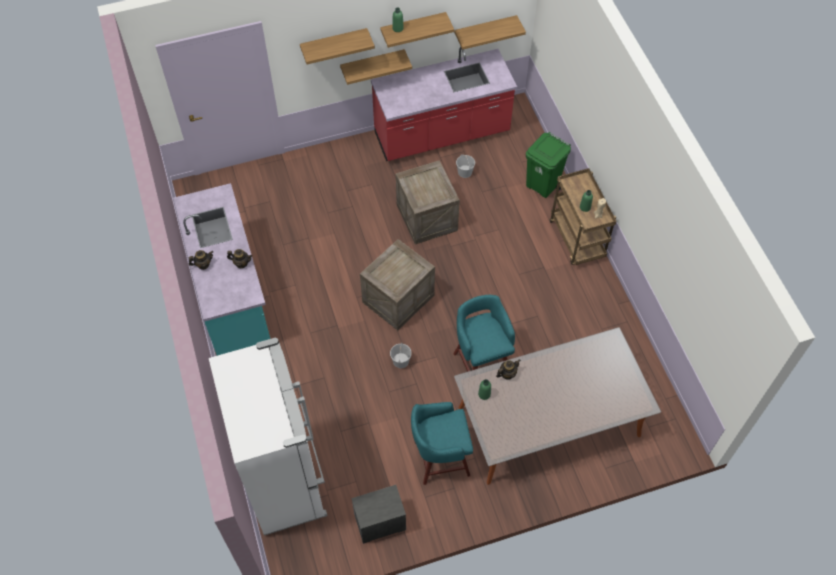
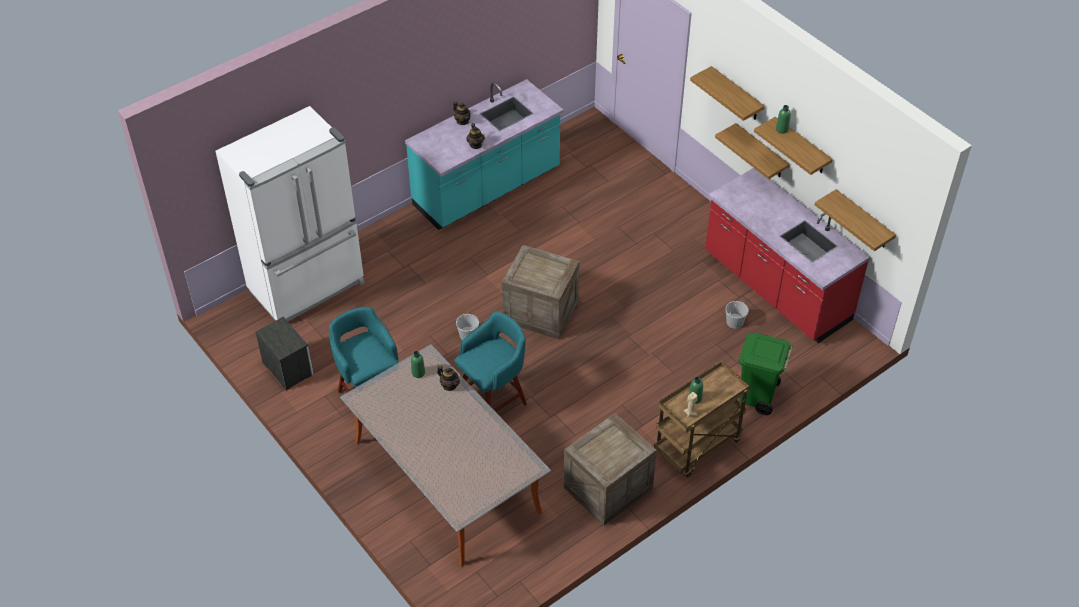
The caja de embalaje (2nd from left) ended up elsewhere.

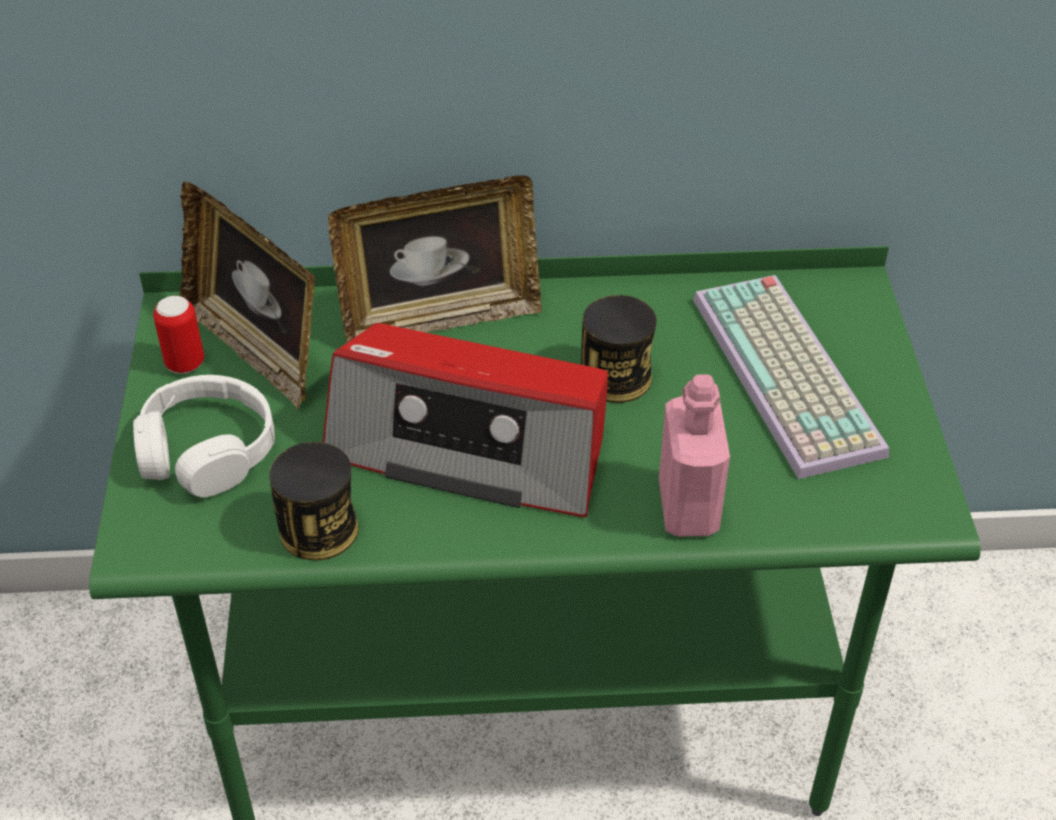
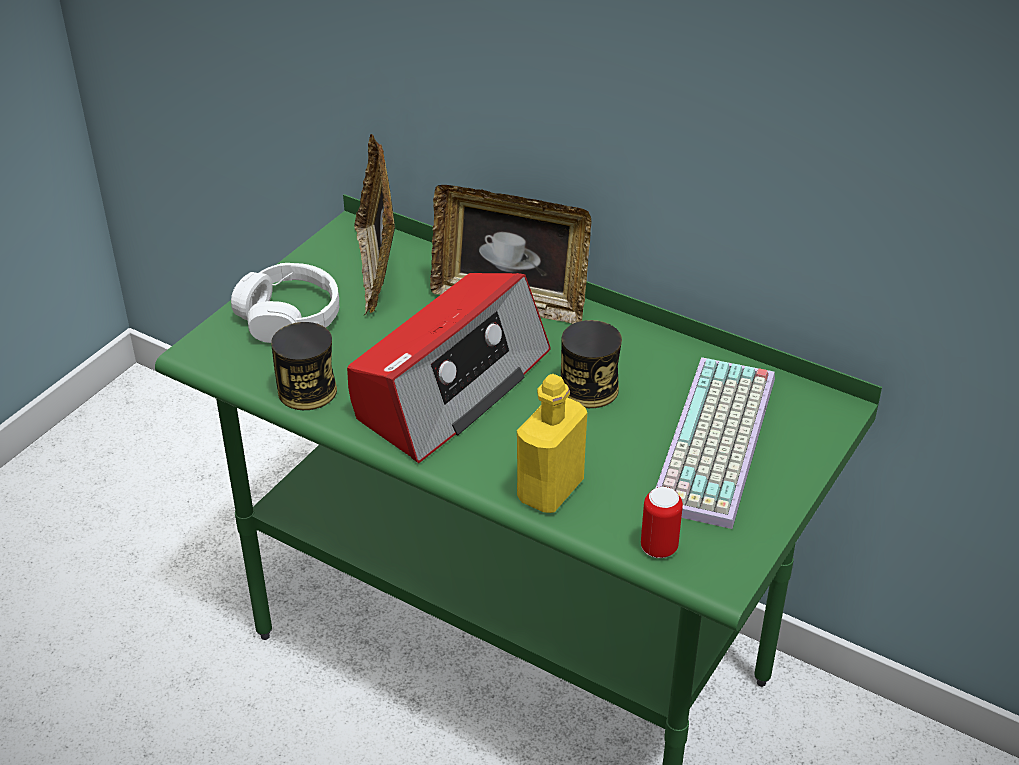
The lata (1st from left in the first image) ended up elsewhere. The radio ended up facing another way, 105 degrees counterclockwise from before. What was the botella [rosa] turned into the botella [amarillo].

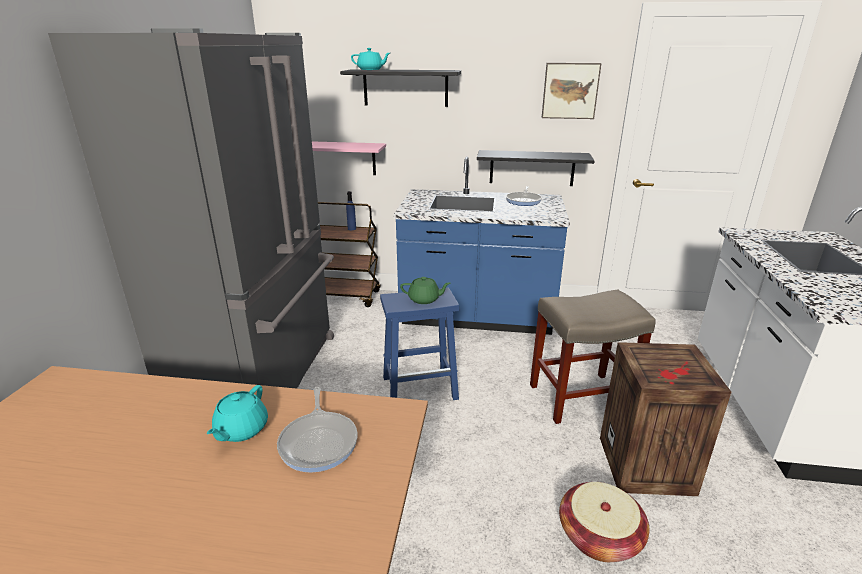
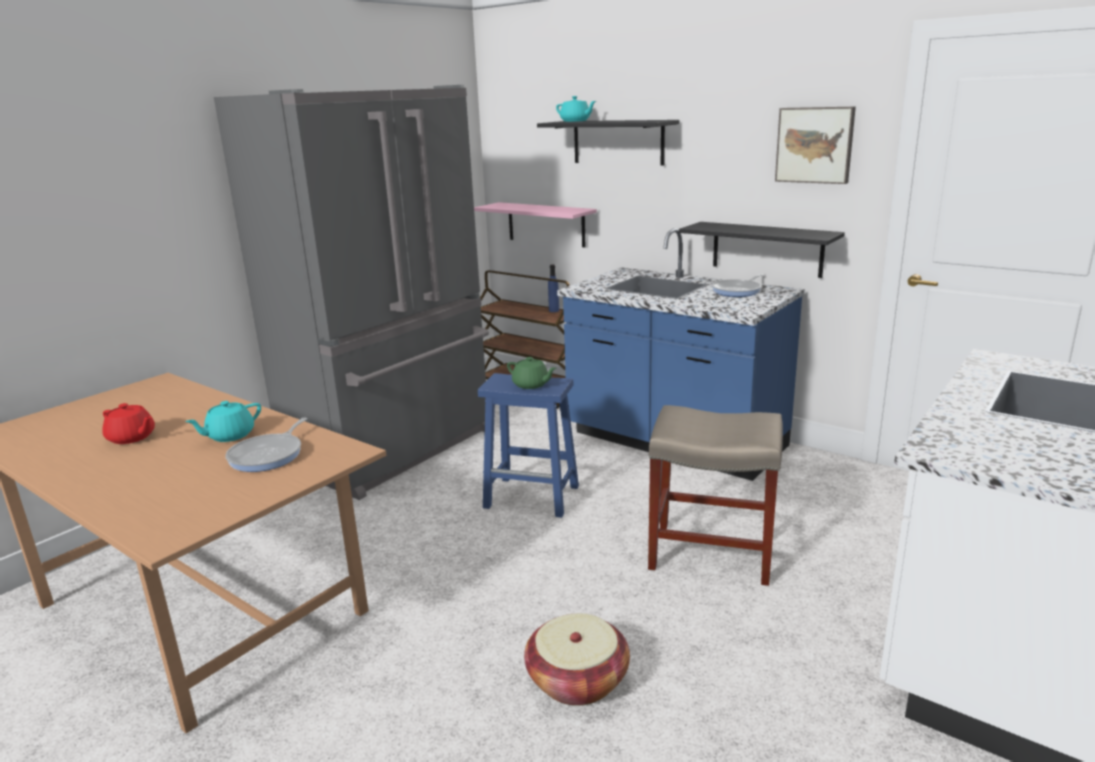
The second view lost the caja de embalaje. The second view gained the tetera [rojo].

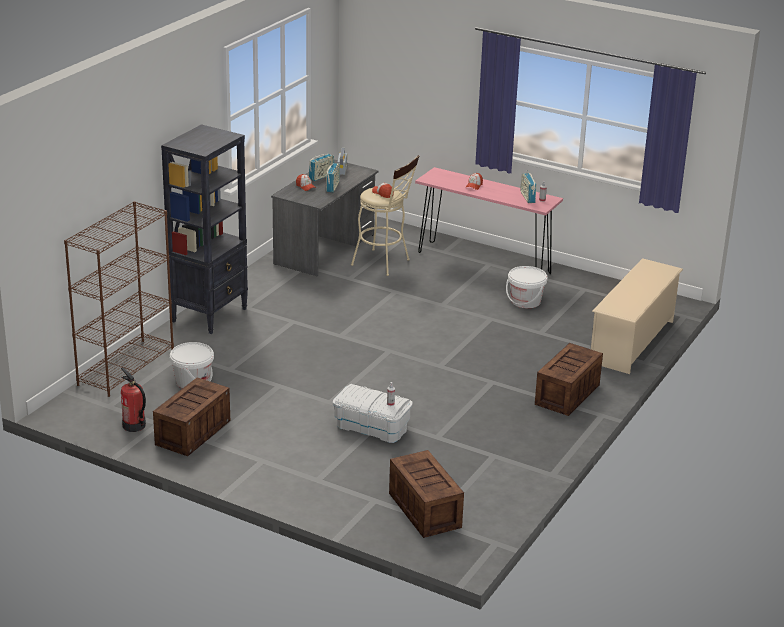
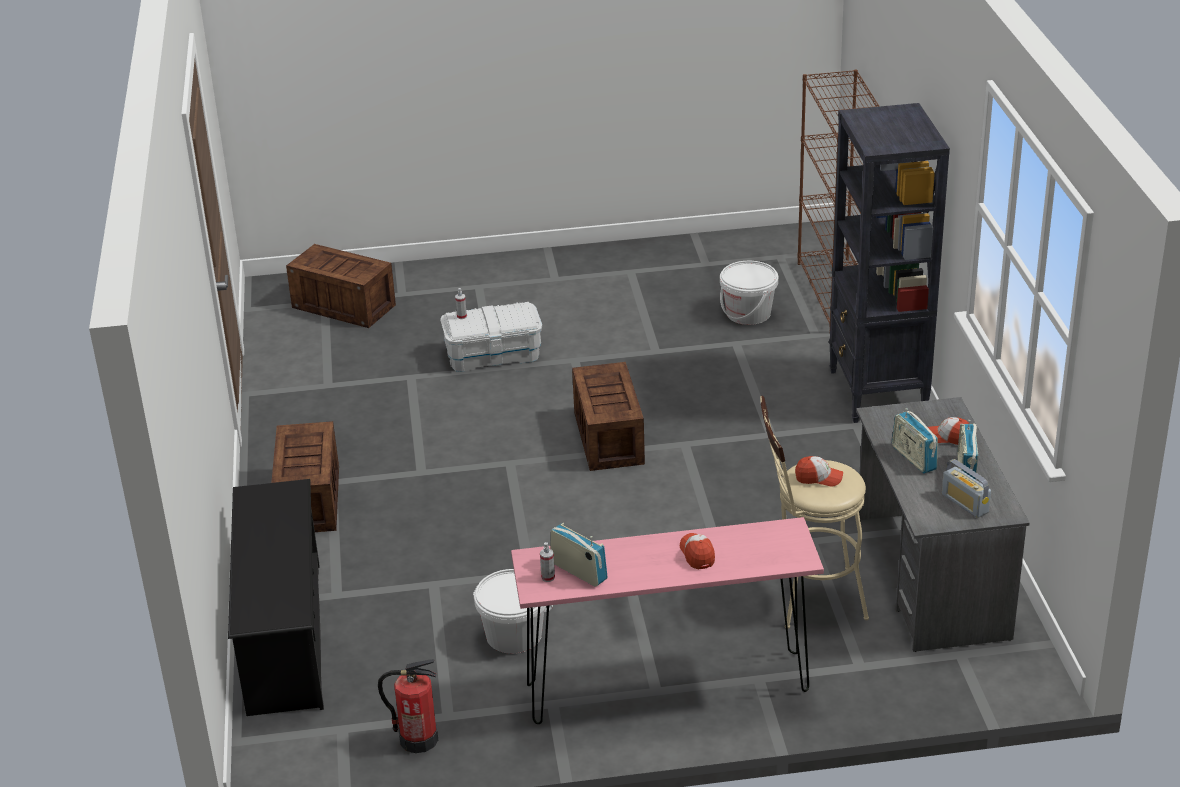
What was the zapatero [beis] turned into the zapatero [negro]. The extintor ended up elsewhere. The caja de embalaje (1st from left in the first image) ended up elsewhere.

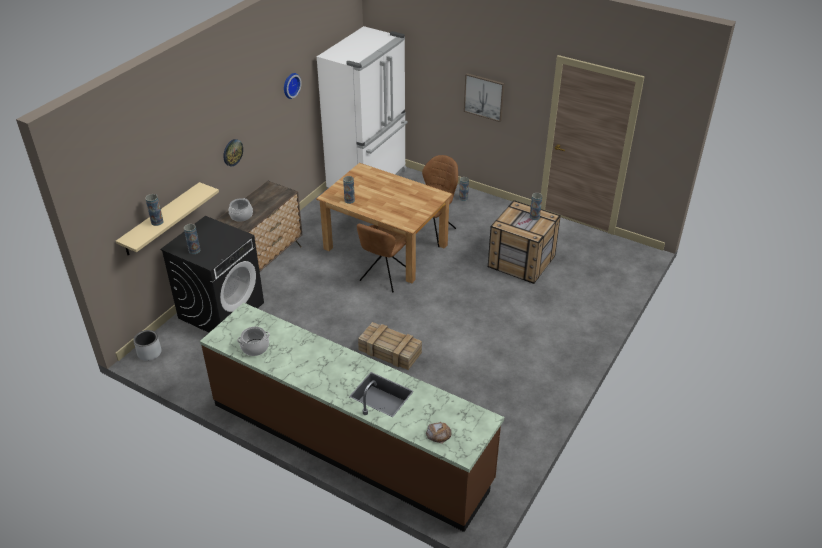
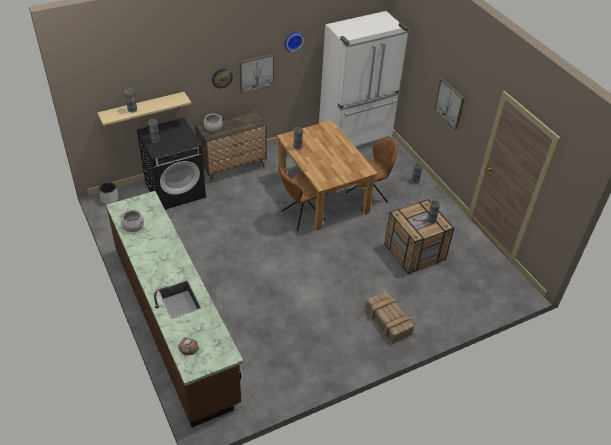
The caja de embalaje (1st from left) ended up elsewhere. The second view gained the cuadro (1st from left).

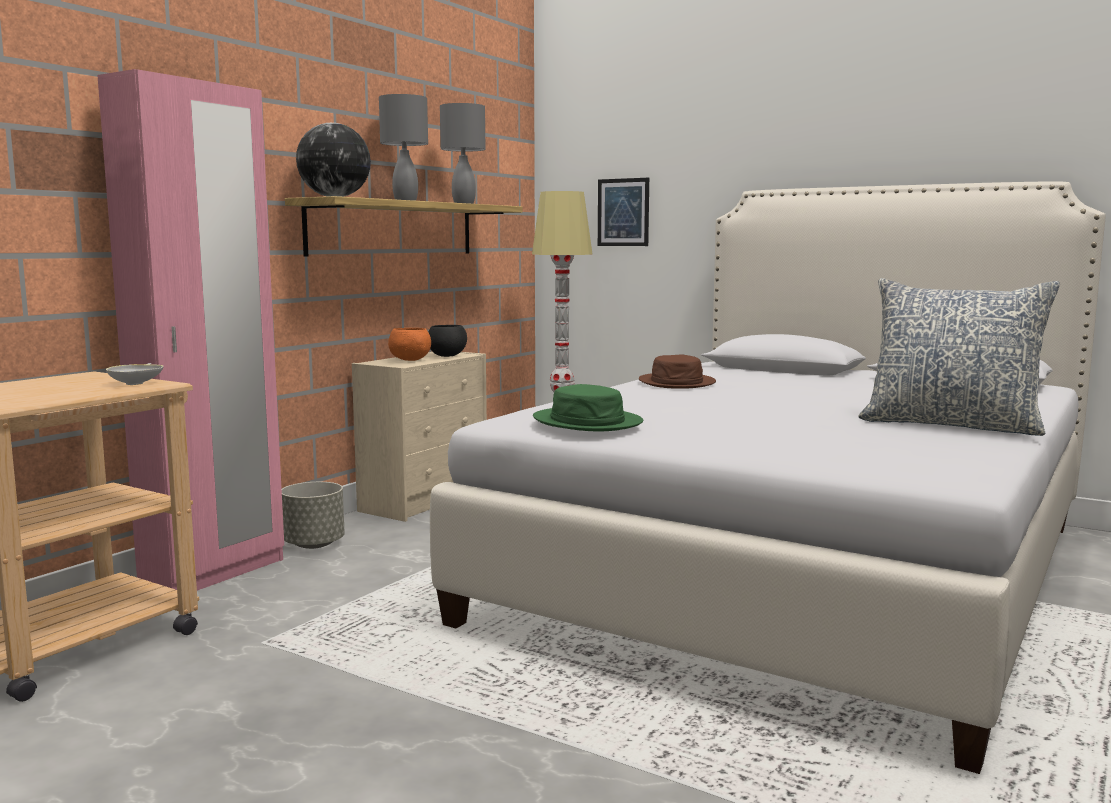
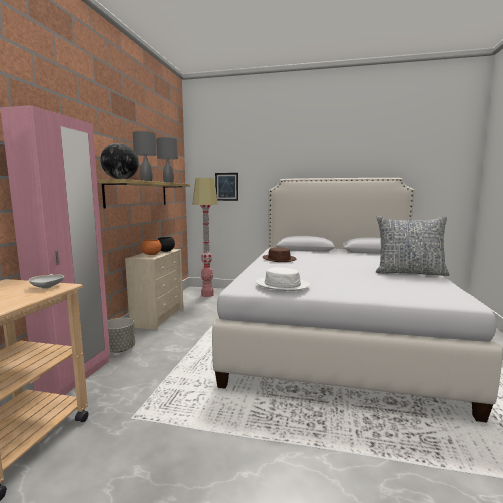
What was the sombrero [verde] turned into the sombrero [blanco].

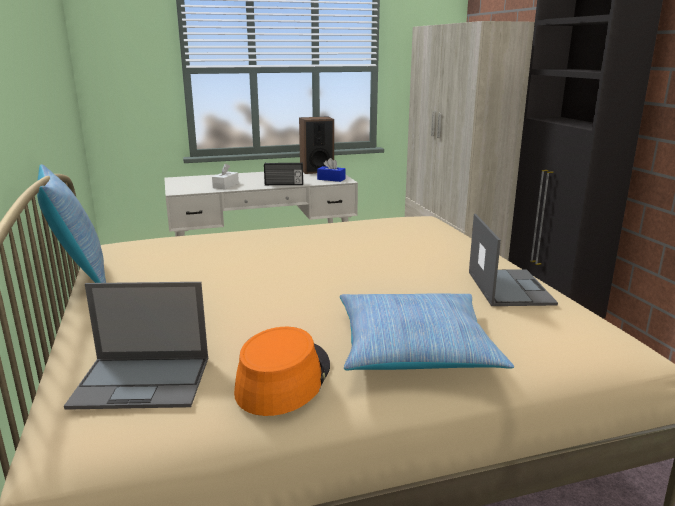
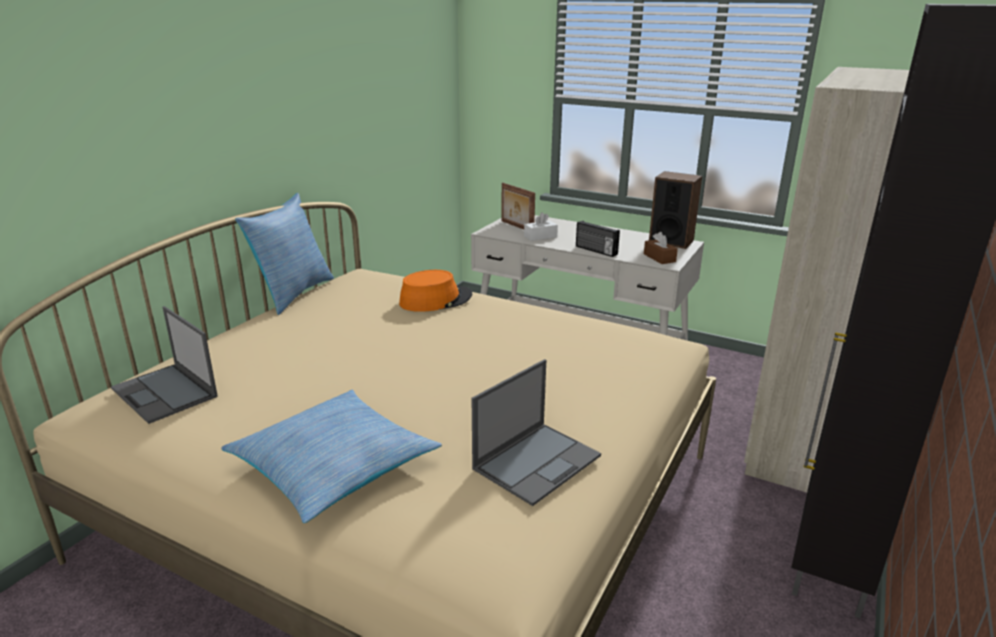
What was the caja de pañuelos [azul] turned into the caja de pañuelos [marrón]. The sombrero [naranja] ended up elsewhere. The second view gained the portarretratos.

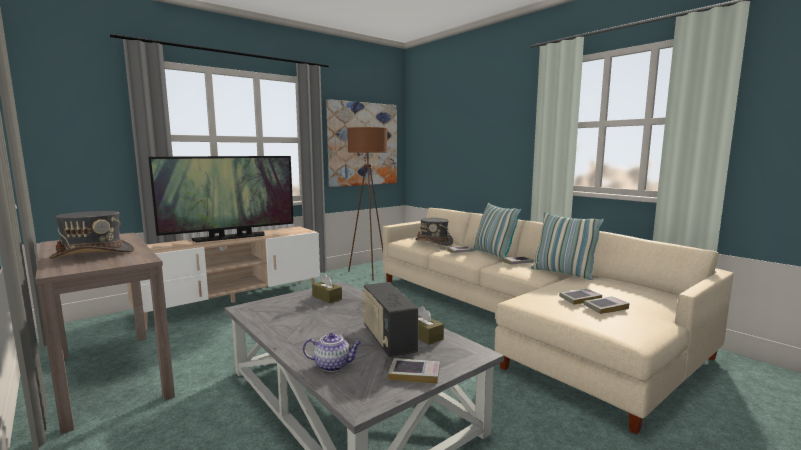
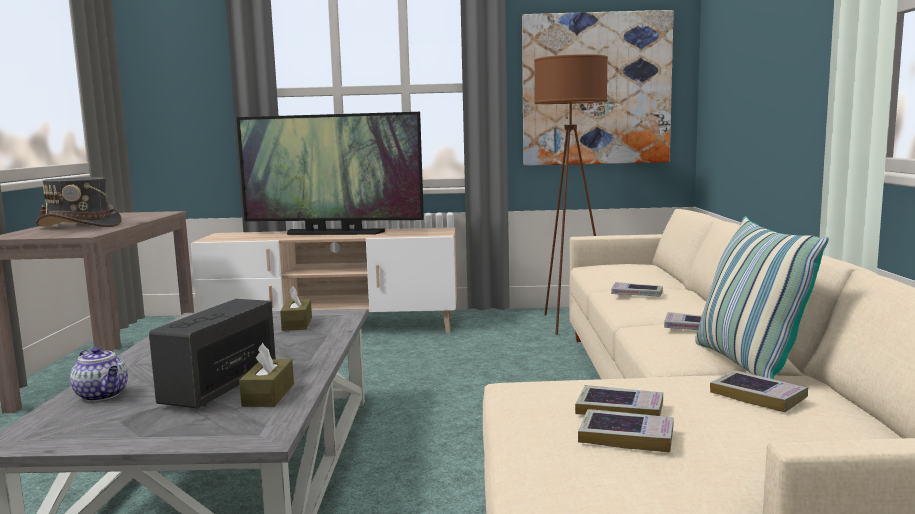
The second view lost the cojín (1st from left). The second view lost the sombrero [gris] (2nd from left). The libro (1st from left in the first image) ended up elsewhere.

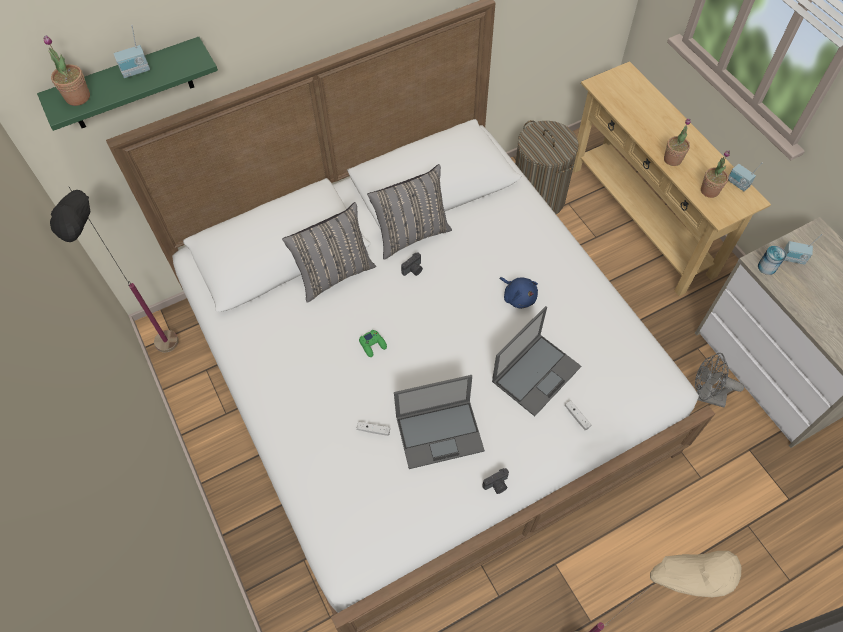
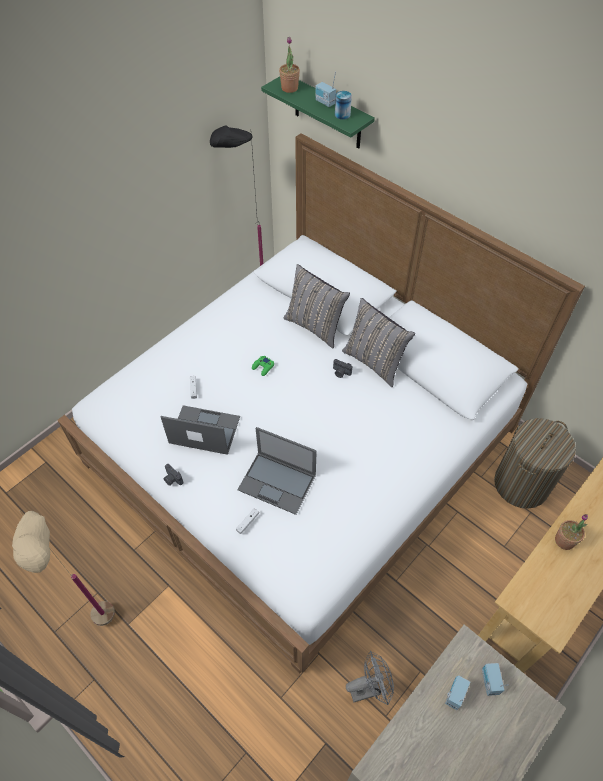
The second view lost the planta en maceta (3rd from left). The radio (2nd from left) ended up elsewhere. The lata ended up elsewhere. The second view lost the peluche [azul]. The ventilador [gris] ended up facing another way, 75 degrees clockwise from before. The portátil (1st from left) ended up facing another way, 135 degrees clockwise from before.

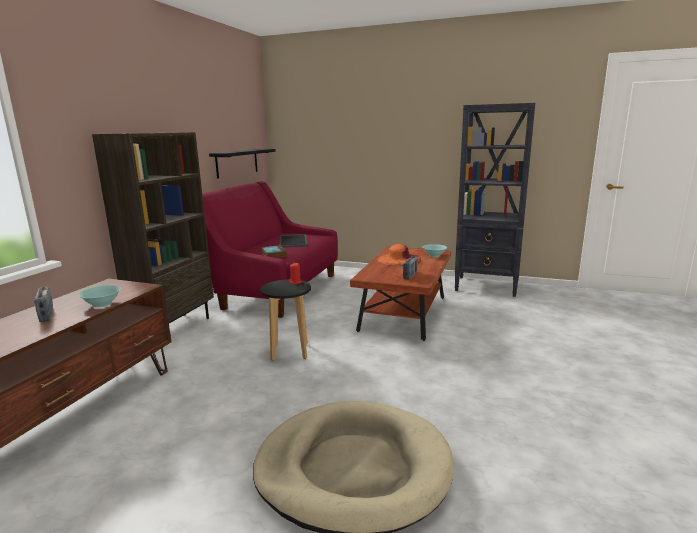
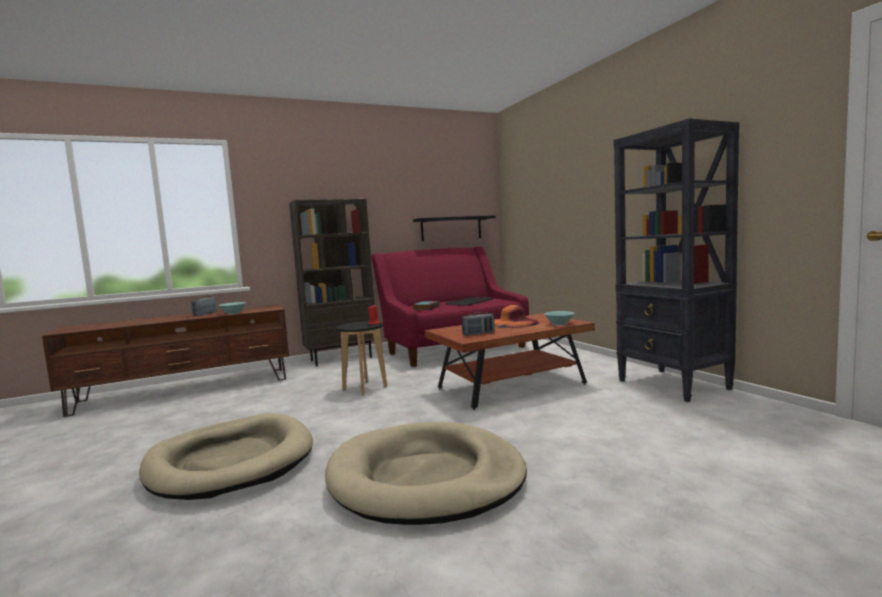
The second view gained the cama para perro [beis] (2nd from left).

